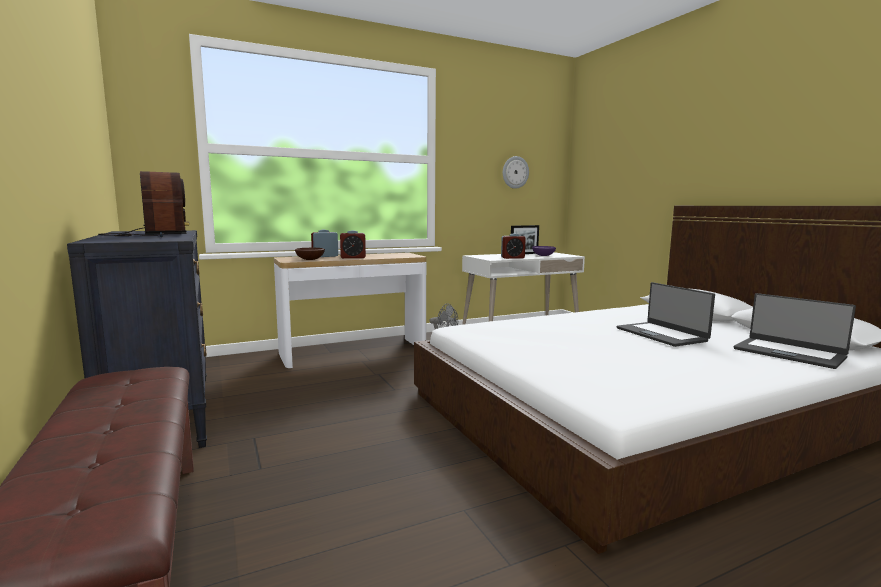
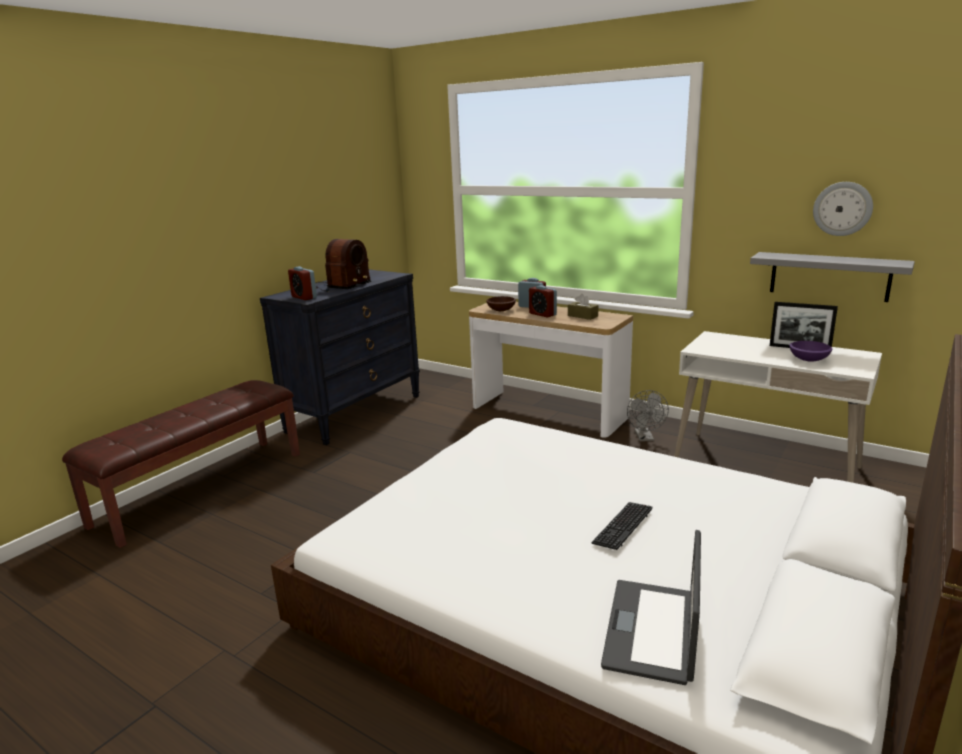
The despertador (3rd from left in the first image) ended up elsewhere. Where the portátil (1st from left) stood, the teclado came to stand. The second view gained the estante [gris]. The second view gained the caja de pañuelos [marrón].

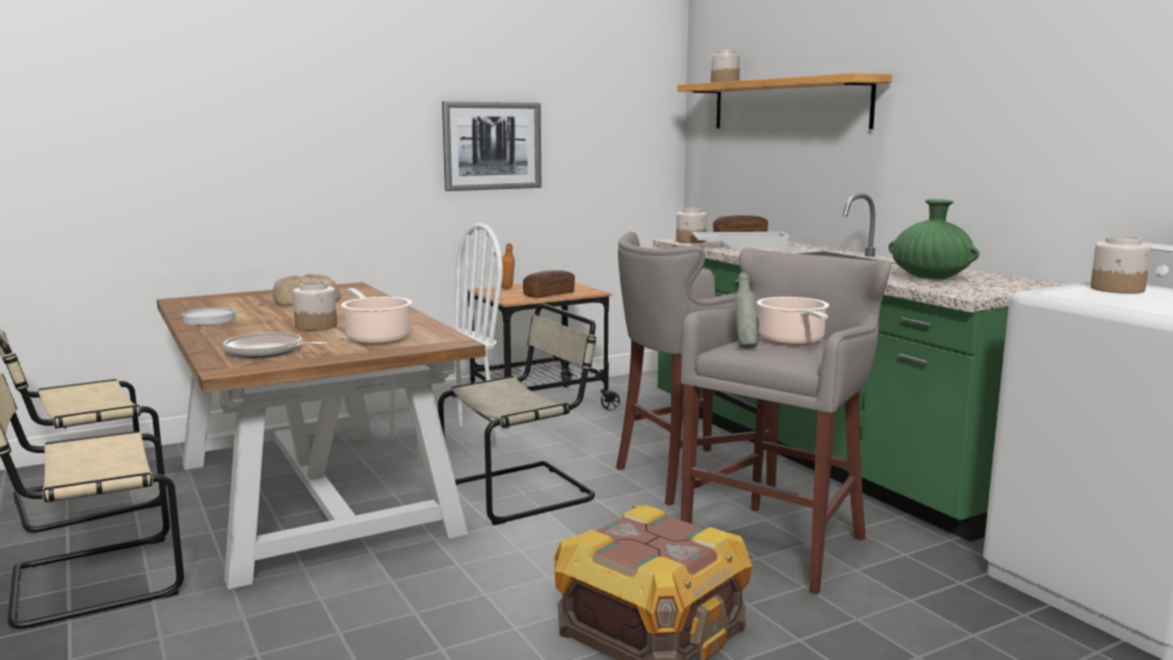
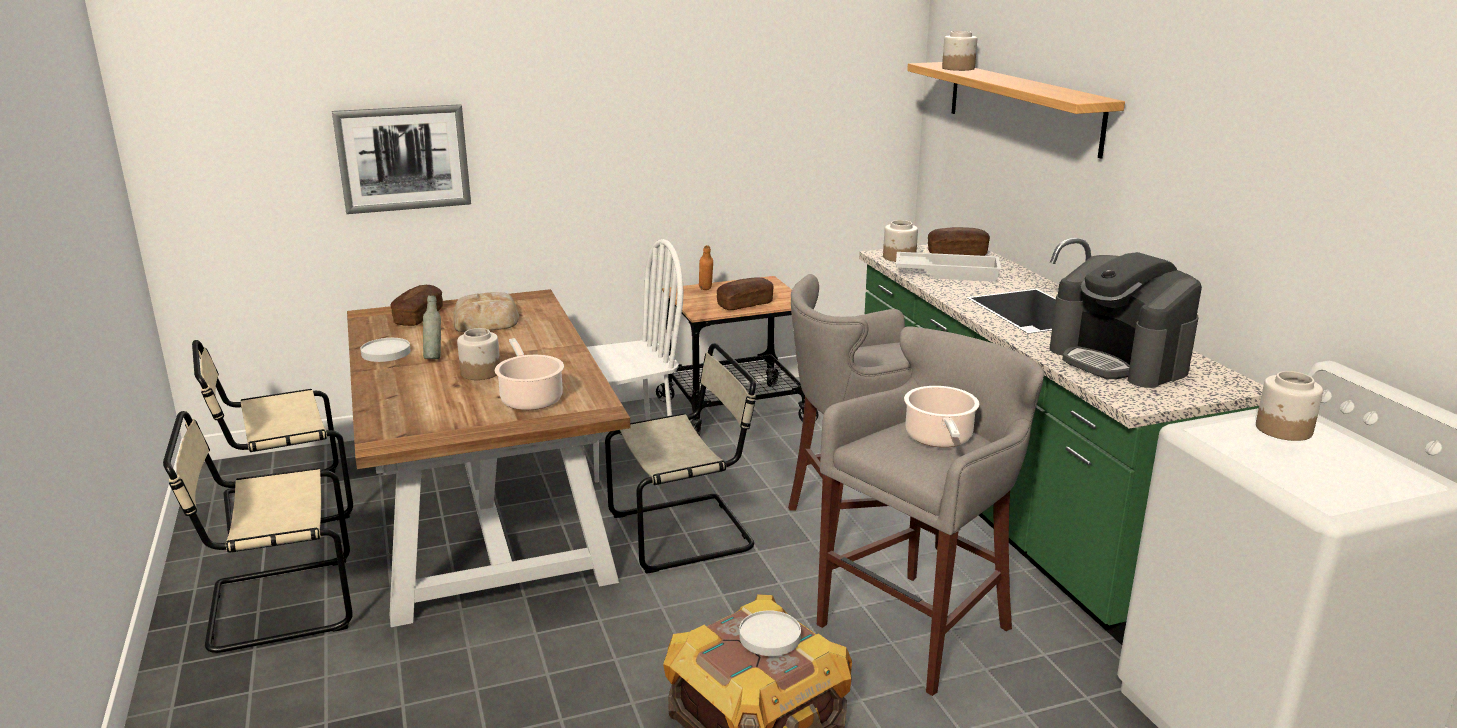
The cuadro ended up elsewhere. Where the florero [verde] stood, the cafetera came to stand. The botella [gris] ended up elsewhere. The second view lost the sartén. The second view gained the pan (1st from left). The second view gained the plato [blanco] (2nd from left).

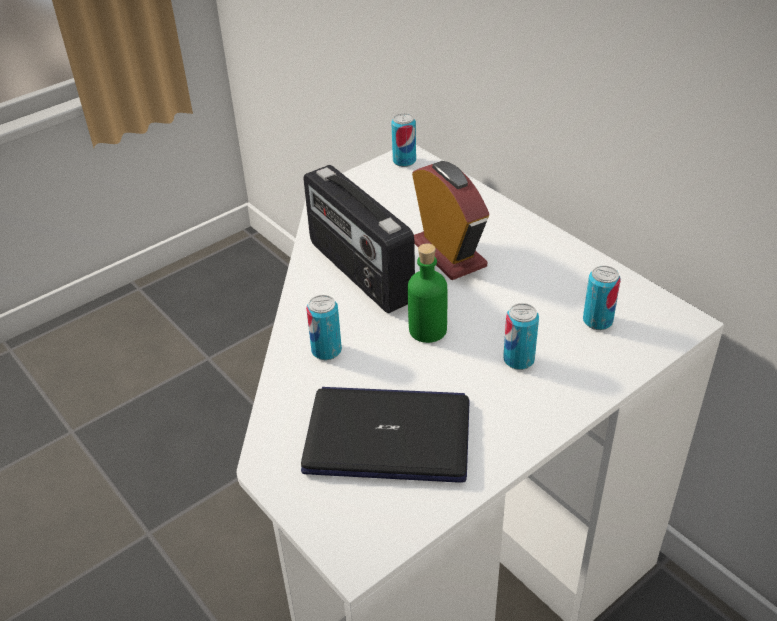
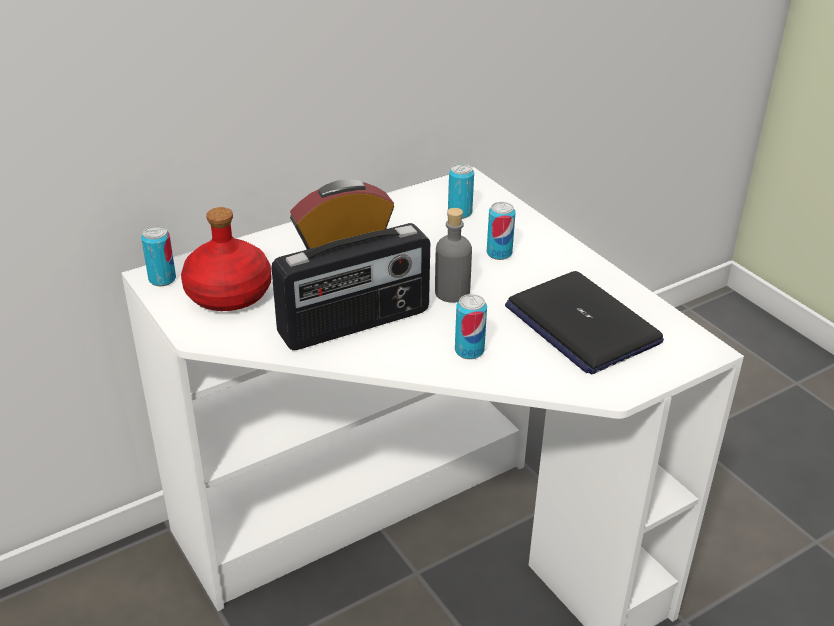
What was the botella [verde] turned into the botella [gris]. The portátil ended up facing another way, 45 degrees counterclockwise from before. The second view gained the botella [rojo].

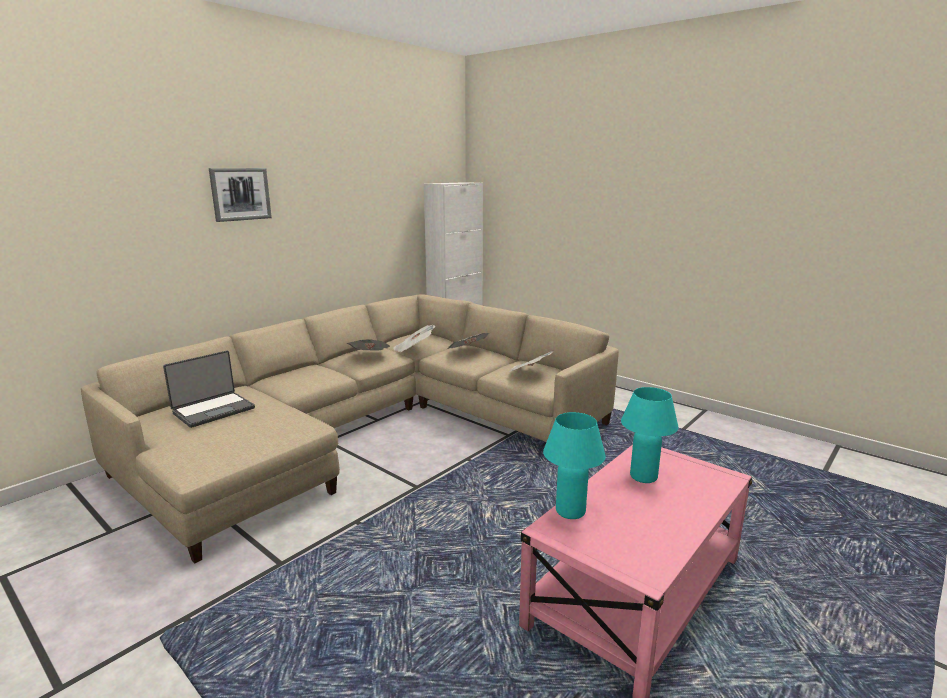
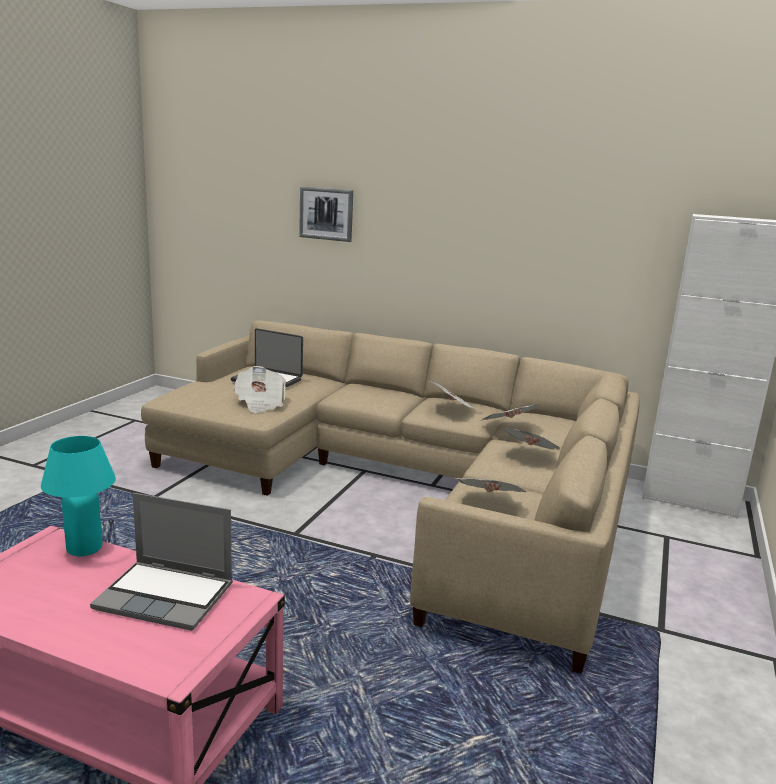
The cuadro ended up elsewhere. Where the lámpara de mesa [turquesa] (2nd from left) stood, the portátil (1st from left) came to stand. The second view gained the periódico (1st from left).

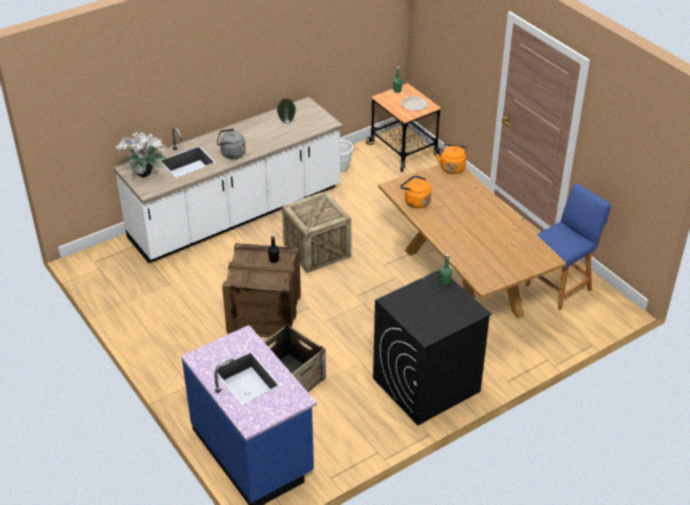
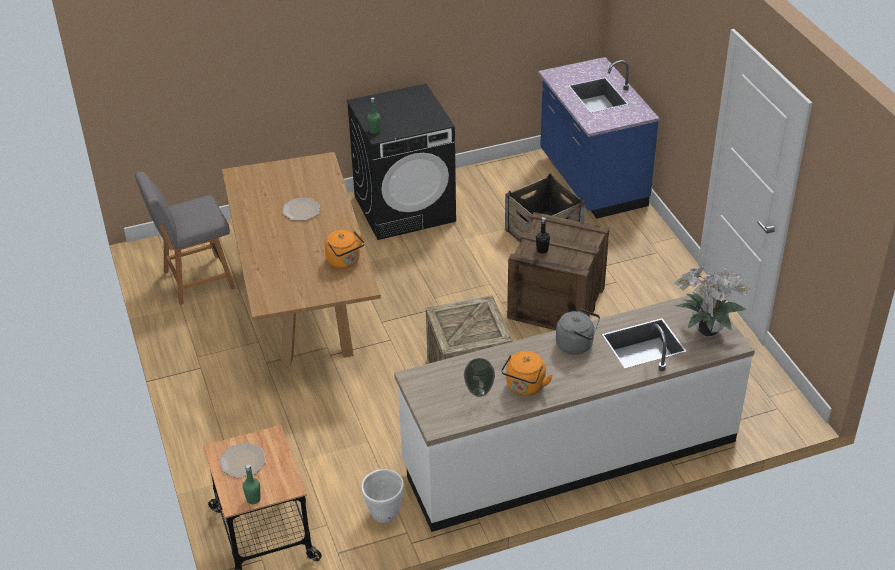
The hervidor [naranja] (2nd from left) ended up elsewhere. What was the silla [azul] turned into the silla [gris]. The second view gained the plato (2nd from left).

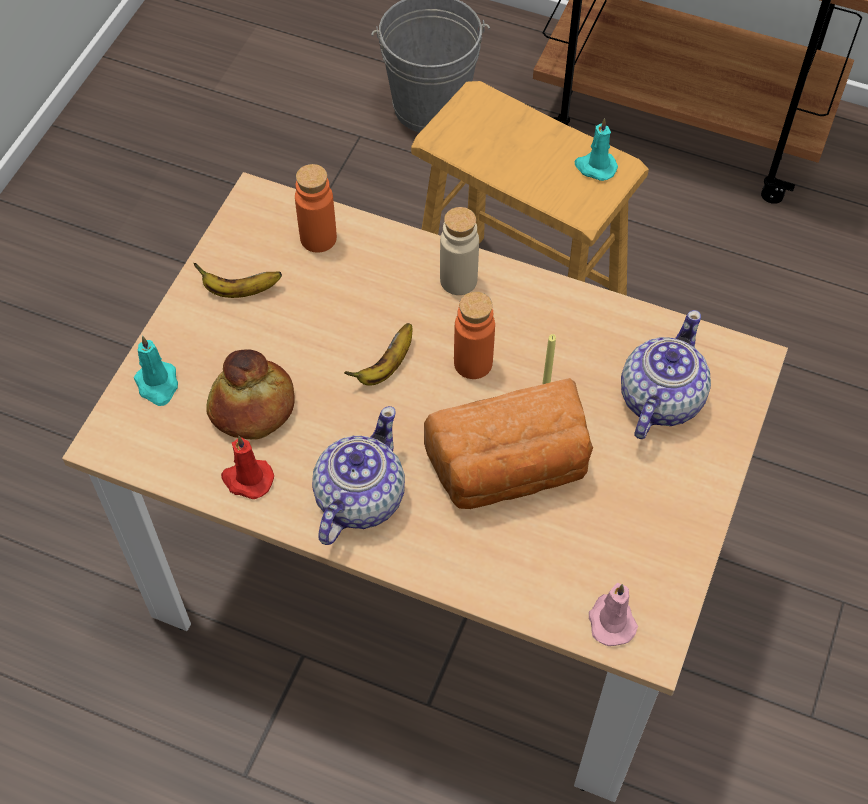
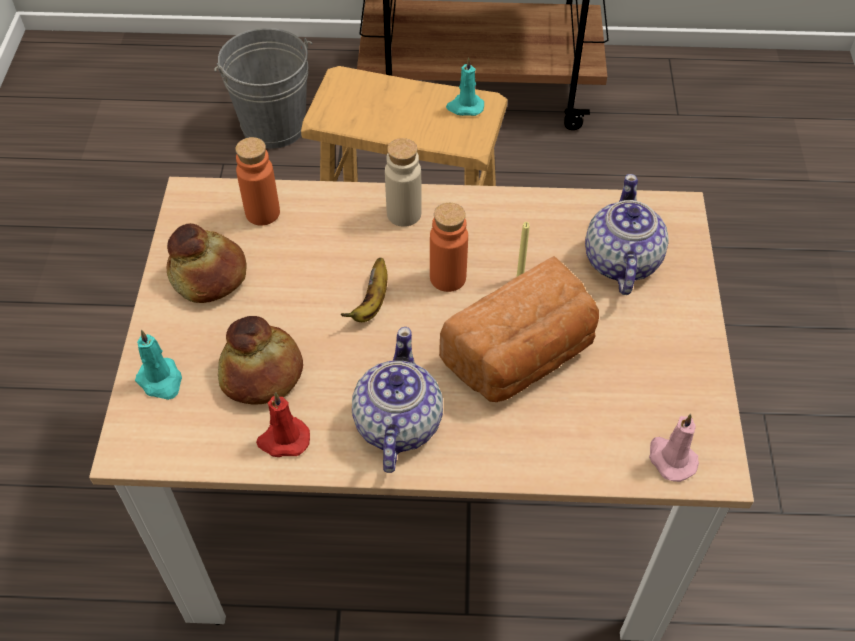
Where the plátano (1st from left) stood, the pan (1st from left) came to stand.

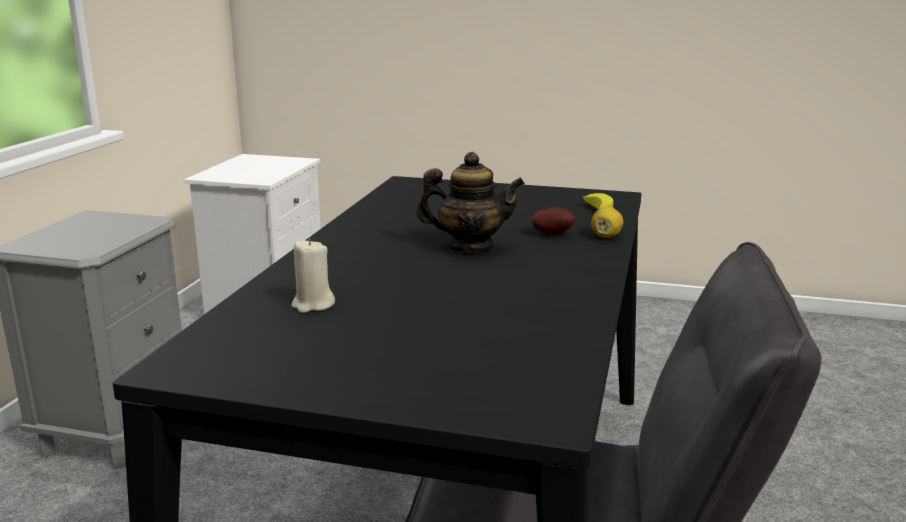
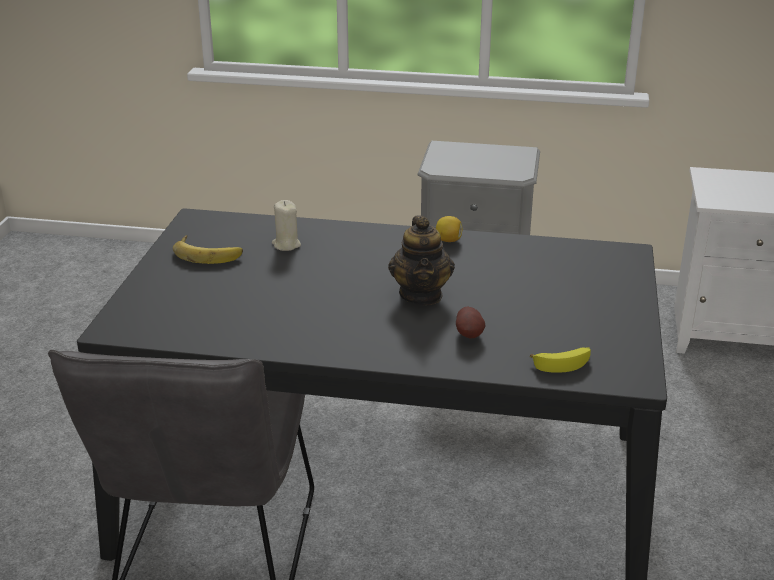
The limón ended up elsewhere. The second view gained the plátano (1st from left).

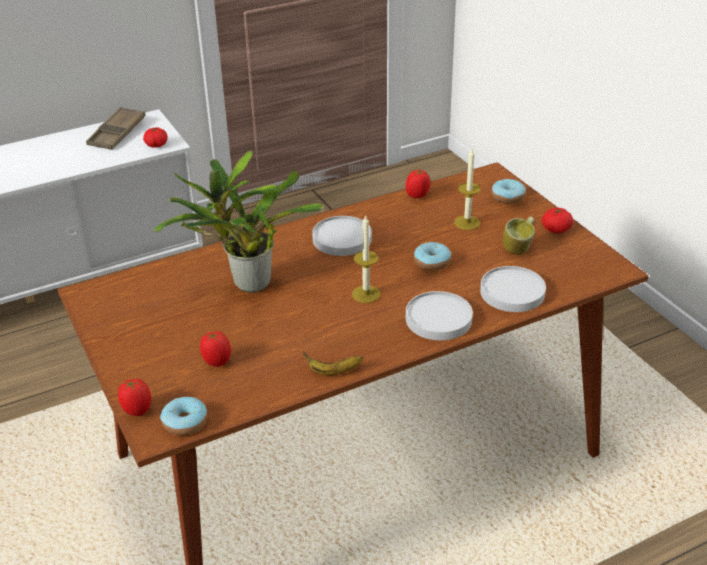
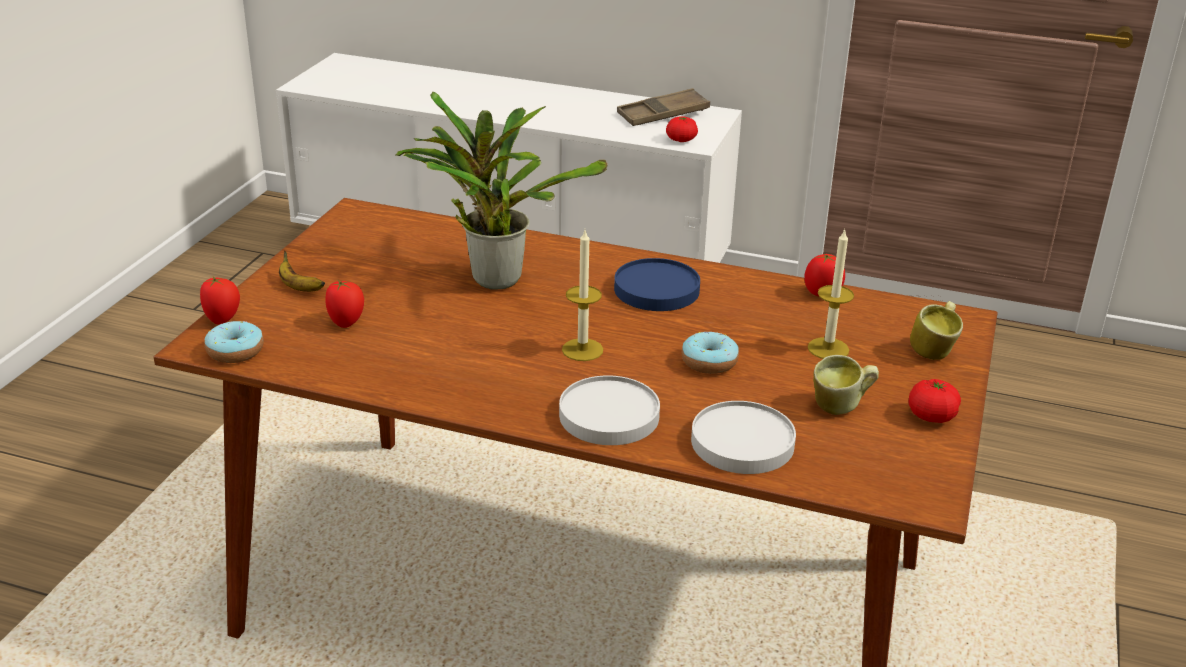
Where the rosquilla (3rd from left) stood, the taza grande (2nd from left) came to stand. What was the plato [blanco] (1st from left) turned into the plato [azul]. The plátano ended up elsewhere.

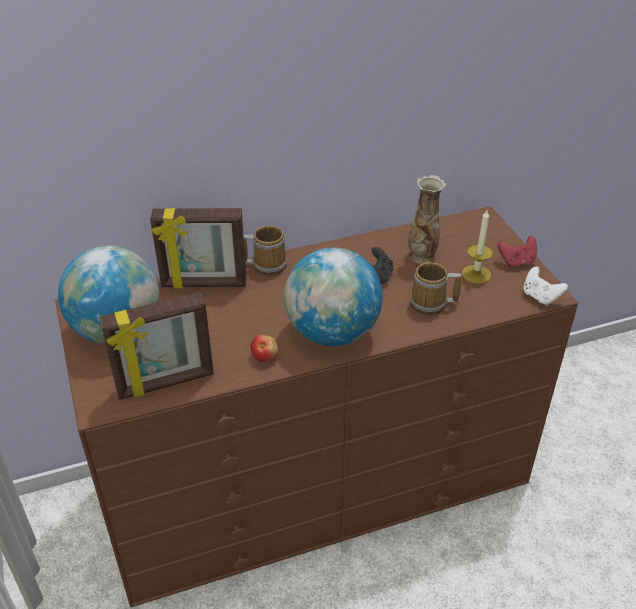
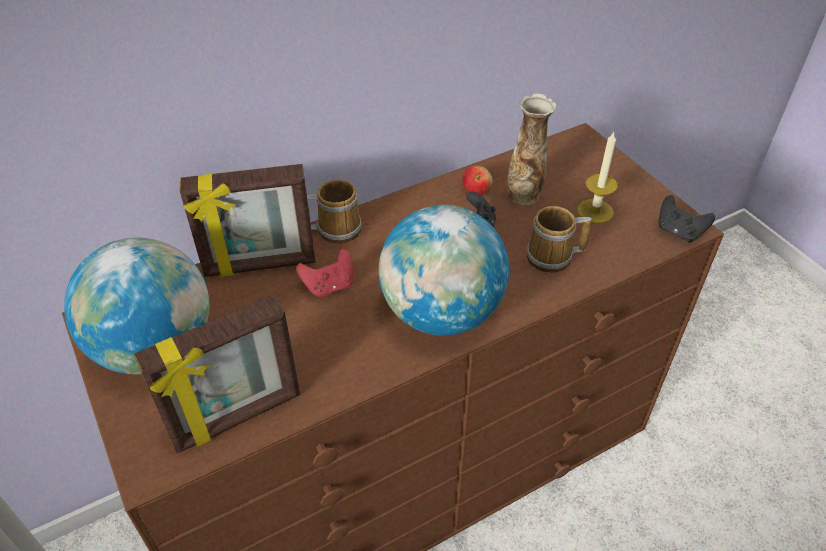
The mando de consola [rojo] ended up elsewhere. What was the mando de consola [blanco] turned into the mando de consola [negro] (2nd from left). The manzana ended up elsewhere.

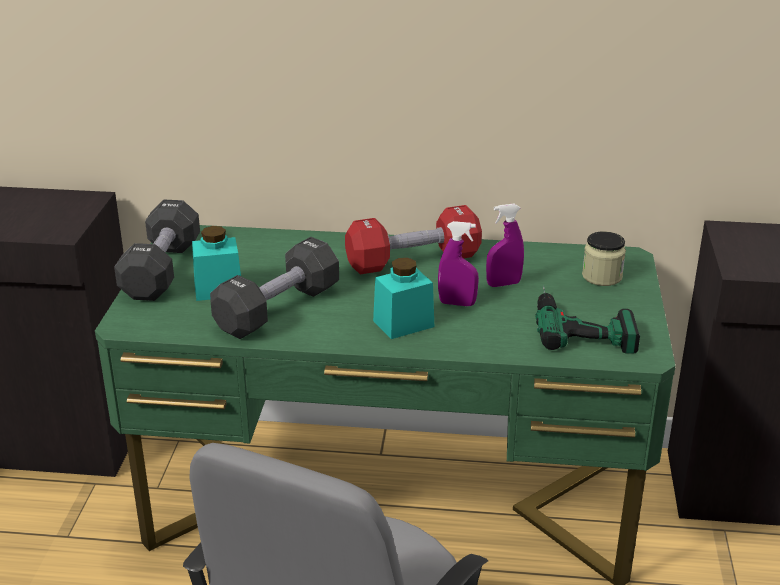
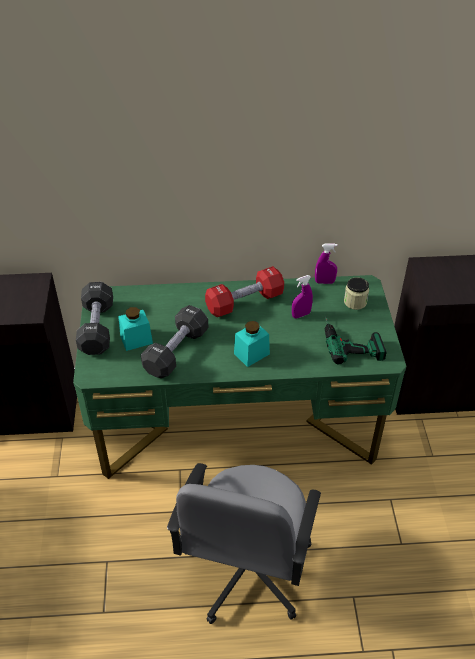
The pulverizador [morado] (1st from left in the first image) ended up elsewhere.

